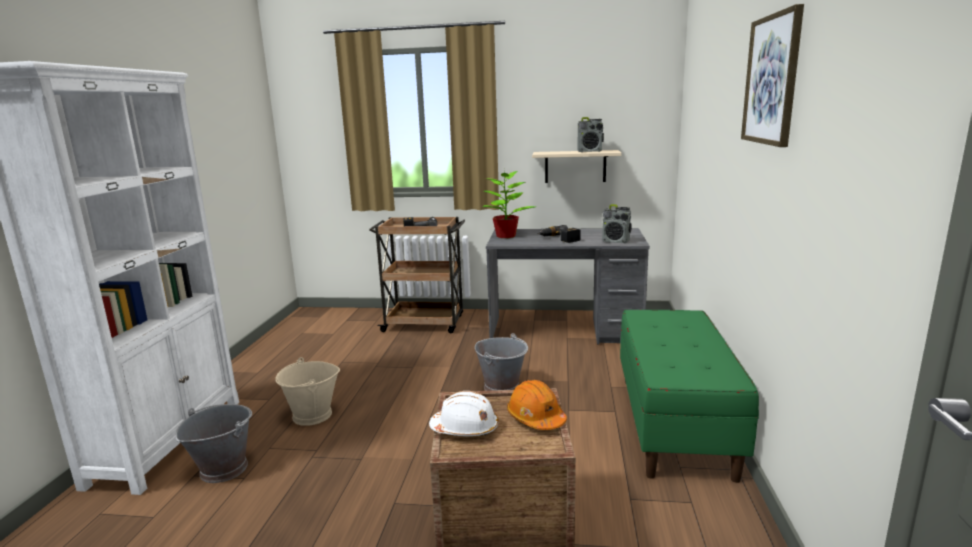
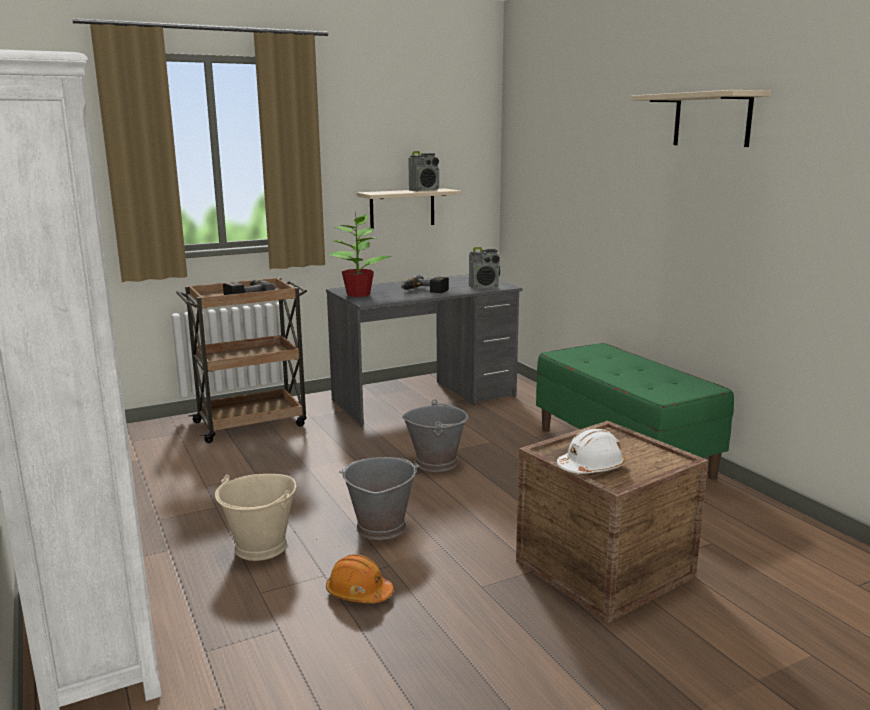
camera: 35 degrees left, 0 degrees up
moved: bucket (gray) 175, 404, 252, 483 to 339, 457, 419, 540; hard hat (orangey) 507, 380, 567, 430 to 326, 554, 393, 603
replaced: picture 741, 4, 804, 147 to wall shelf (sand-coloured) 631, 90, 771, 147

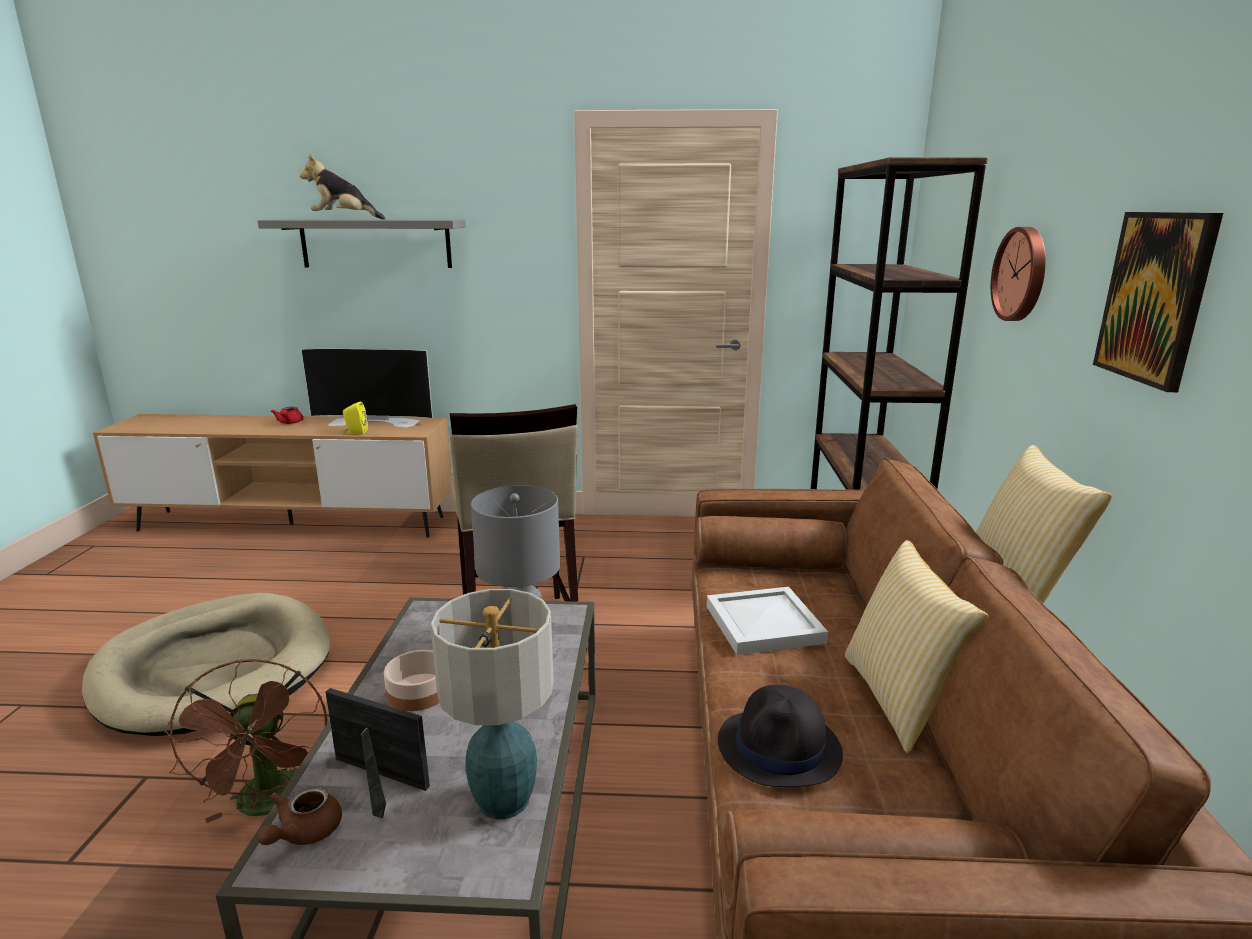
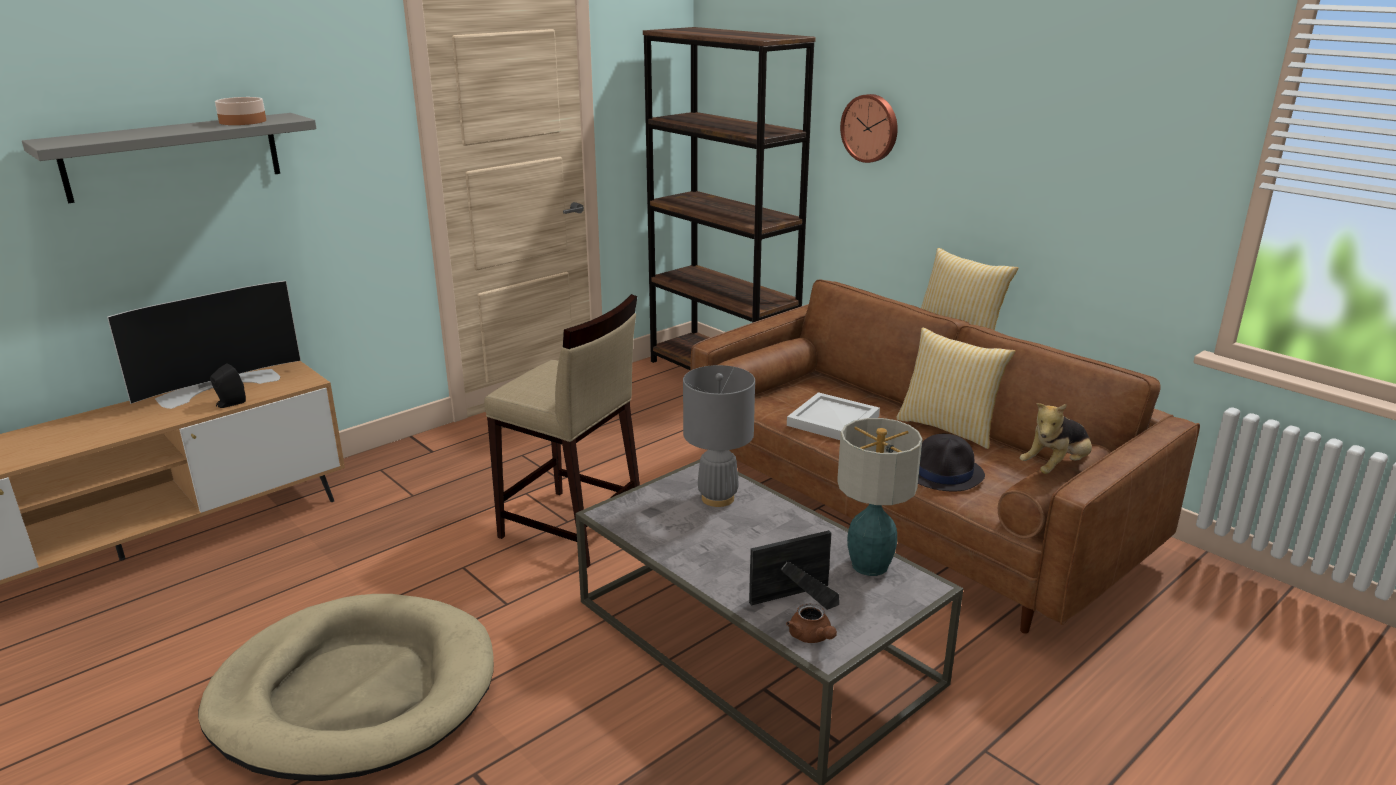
camera: 45 degrees left, 5 degrees up
removed: electric fan (brownish) 163, 659, 327, 823; tea pot (red-coloured) 271, 407, 303, 424; picture 1093, 212, 1223, 392
moved: cuddly toy 300, 154, 385, 219 to 1019, 403, 1092, 474; deep dish 384, 650, 440, 711 to 215, 97, 266, 125
recoloured: audio speaker (yellowish) 343, 401, 368, 434 to audio speaker (black-coloured) 210, 363, 246, 408

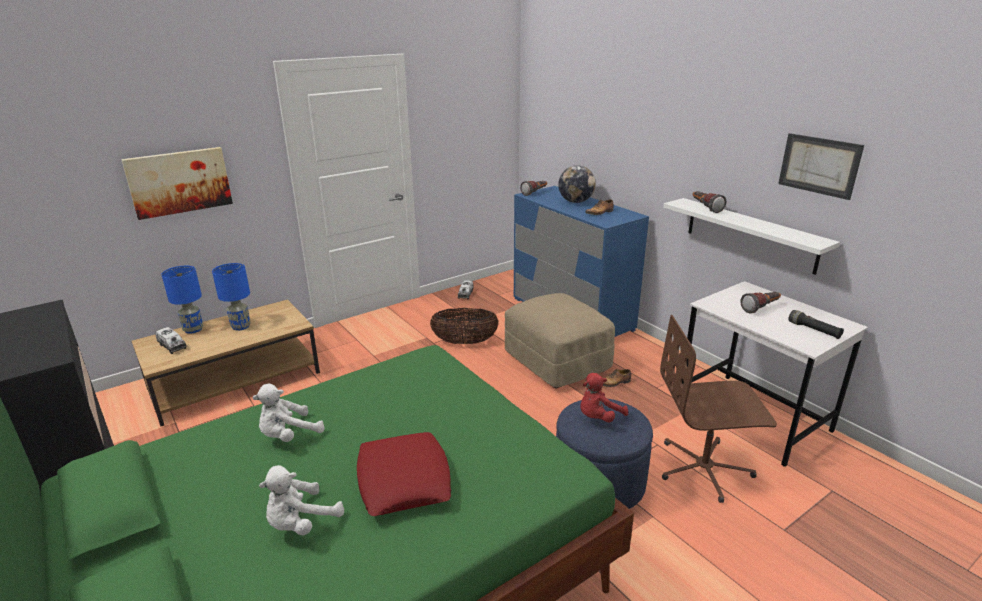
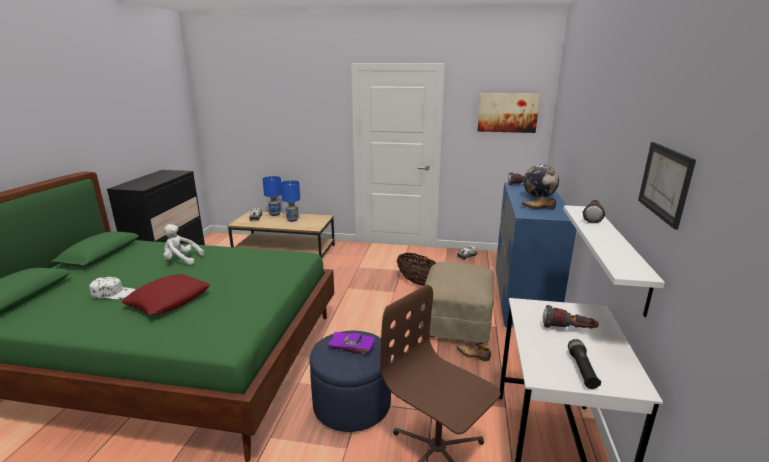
camera: 45 degrees right, 5 degrees down
moved: picture 121, 147, 233, 220 to 478, 93, 540, 133
replaced: cuddly toy (white-coloured) 259, 465, 344, 535 to baseball cap (white-coloured) 89, 277, 136, 299; cuddly toy (red-coloured) 580, 373, 628, 422 to toy car (purple-coloured) 328, 332, 375, 355

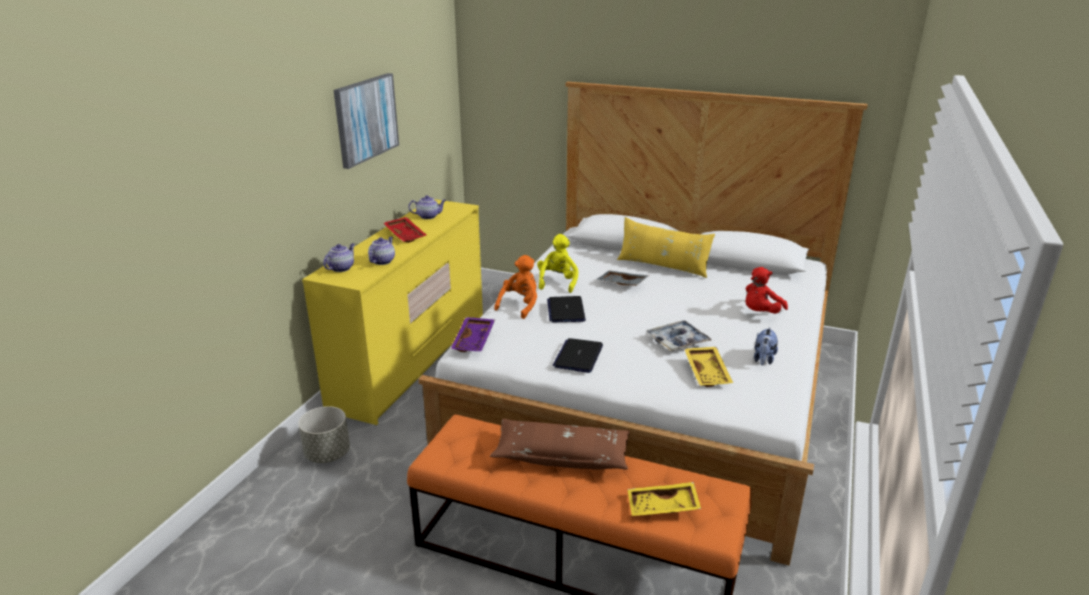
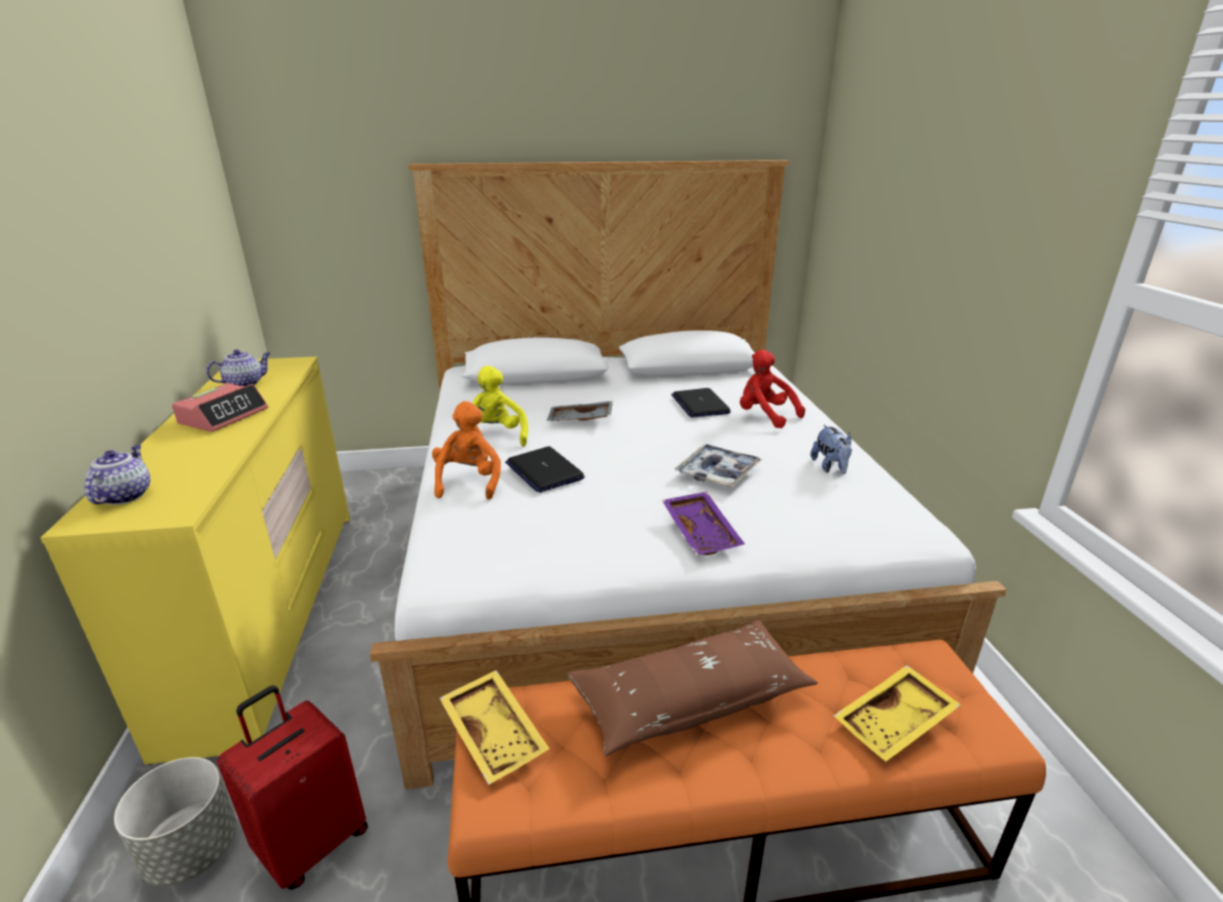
camera: 30 degrees left, 0 degrees up
removed: picture 334, 73, 399, 169; tea pot 368, 237, 395, 265; throw pillow (yellowish) 617, 217, 715, 278
added: travel case (red-coloured) 217, 685, 368, 890
moved: tray (purple-coloured) 450, 317, 495, 352 to 662, 492, 745, 555; portable computer 553, 338, 603, 373 to 671, 388, 731, 418; tray (yellowish) 684, 347, 733, 387 to 439, 670, 550, 785
replaced: tray (red-coloured) 384, 217, 426, 243 to bedside clock 172, 383, 268, 432
turned: cuddly toy (red-coloured) 745, 267, 788, 314 = 740, 350, 805, 429 120 degrees clockwise

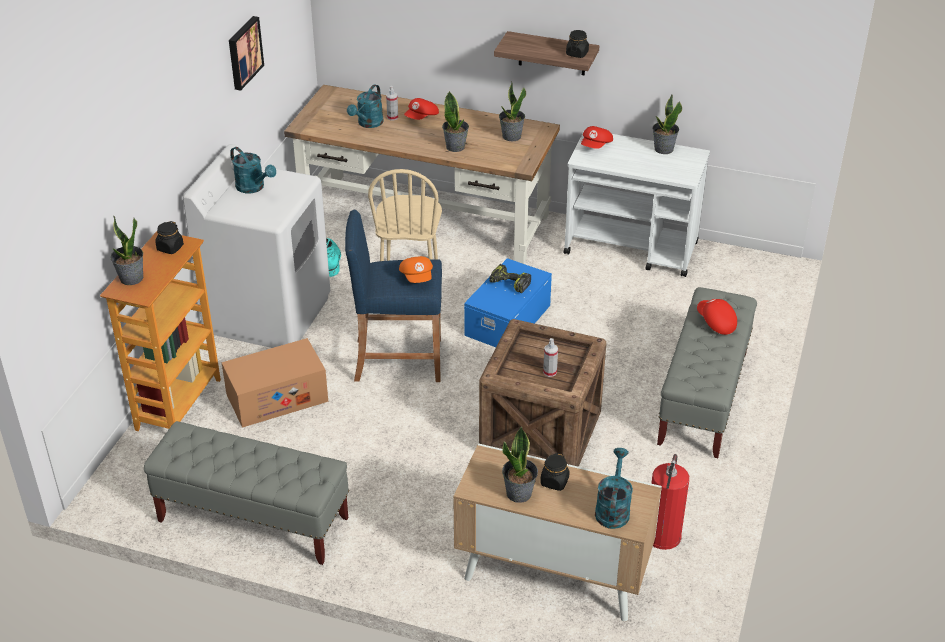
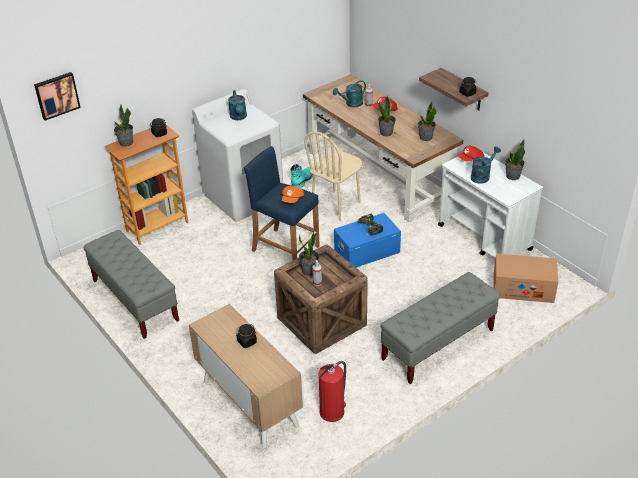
camera: 35 degrees right, 0 degrees up
removed: baseball cap (red-coloured) 697, 299, 737, 335
moved: packing box 221, 338, 328, 428 to 493, 254, 558, 303; picture 229, 16, 264, 90 to 34, 72, 81, 121; potted plant 502, 426, 538, 503 to 299, 231, 319, 276; watering can (blue-green) 595, 448, 633, 529 to 471, 146, 501, 184

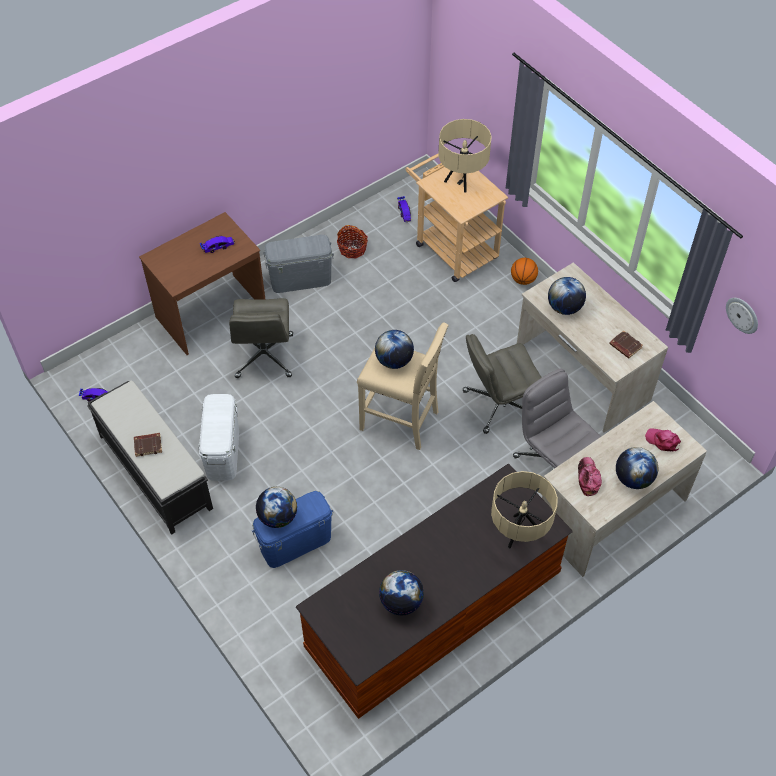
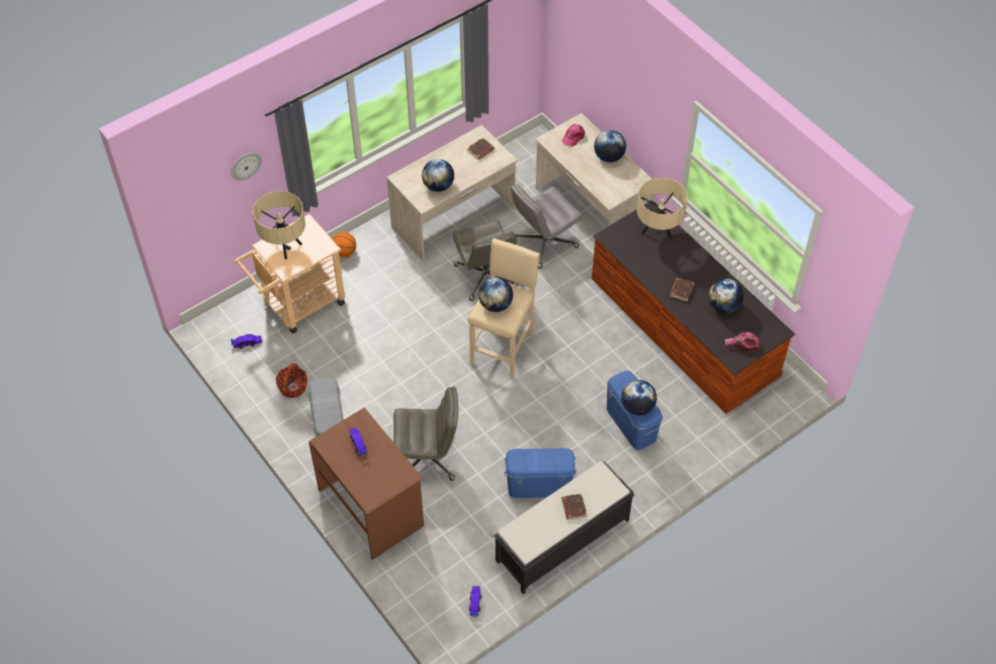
camera: 90 degrees left, 0 degrees up
added: bound book (brownish) 670, 278, 694, 301
moved: baseball cap 578, 457, 602, 496 to 725, 332, 760, 351; clock on the wall 726, 298, 758, 334 to 231, 152, 262, 180
recoloured: storage bin (white-coloured) 198, 394, 239, 481 to storage bin (bluish) 504, 448, 576, 498

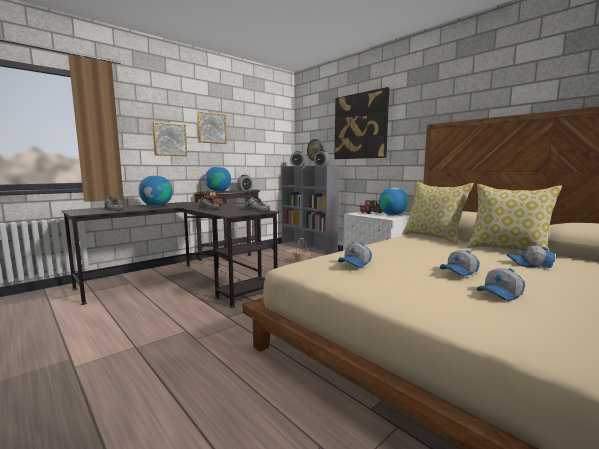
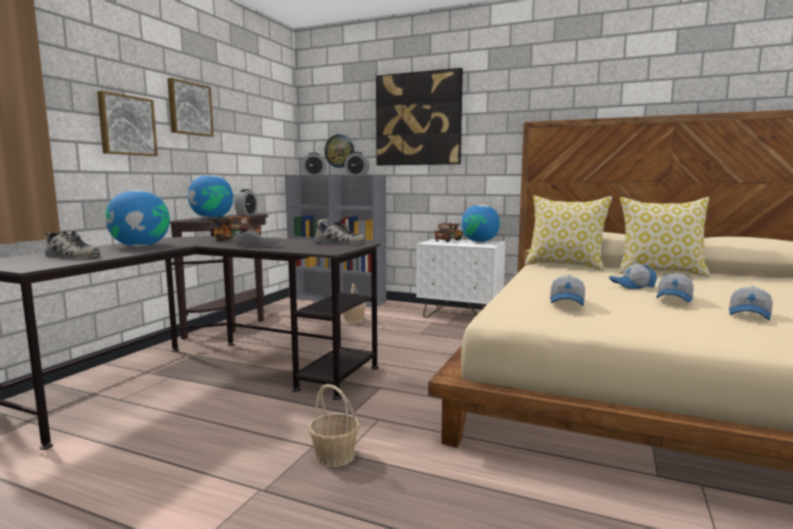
camera: 25 degrees left, 0 degrees up
added: basket 308, 384, 360, 467
moved: baseball cap 507, 245, 555, 268 to 609, 264, 657, 289

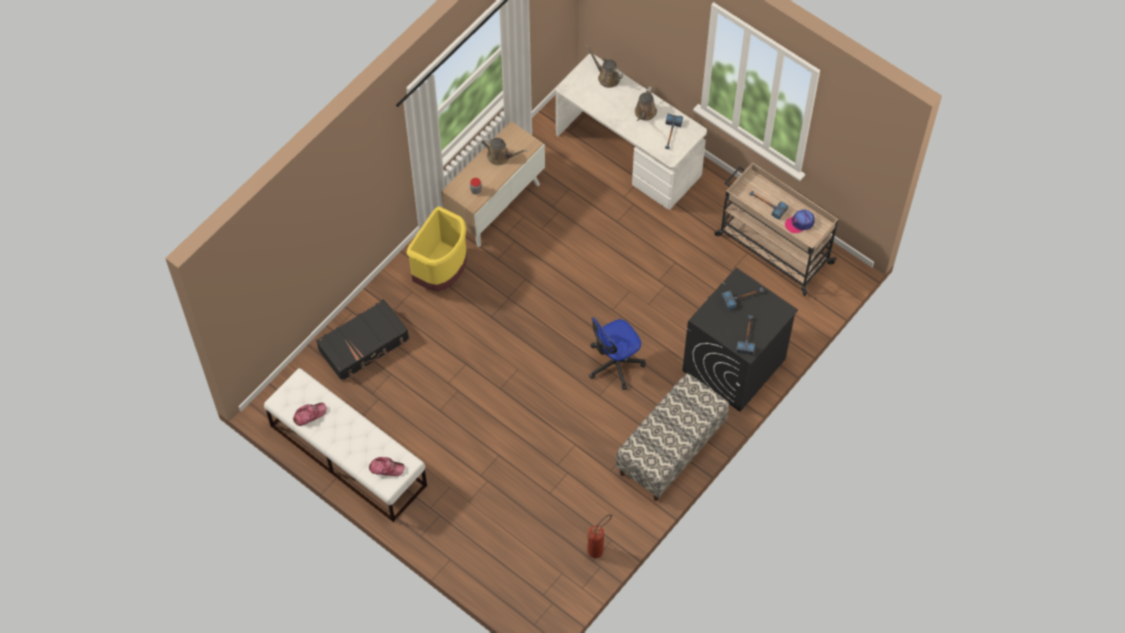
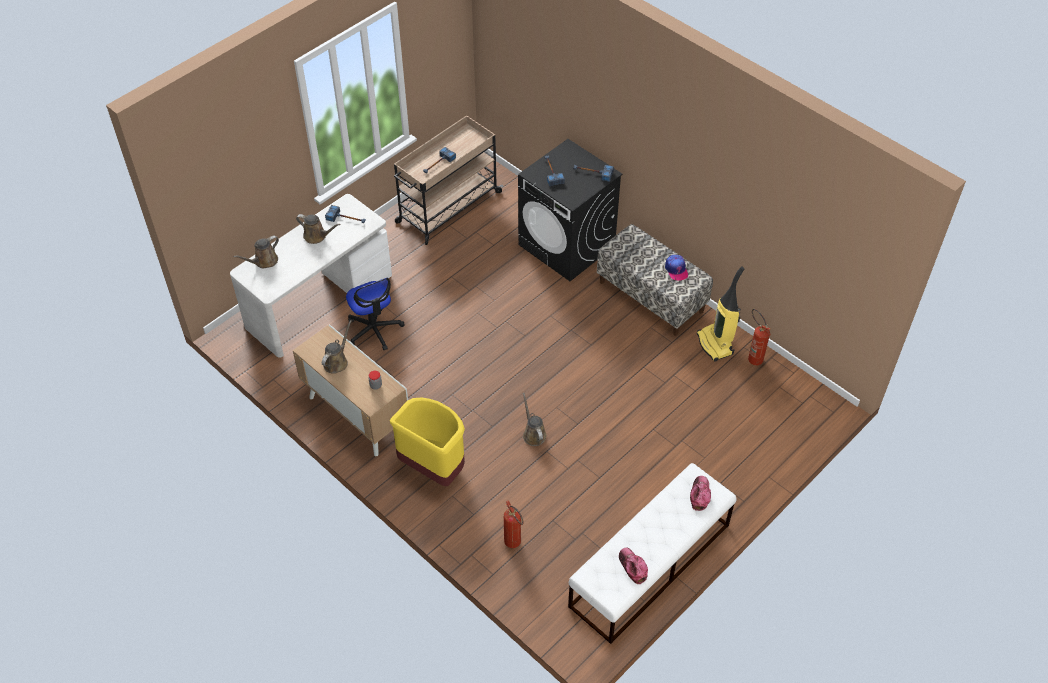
camera: 85 degrees left, 10 degrees down
added: watering can (brownish) 523, 393, 546, 446; hoover 697, 266, 745, 361
moved: desk chair 589, 317, 646, 390 to 346, 278, 404, 350; baseball cap 785, 209, 815, 233 to 665, 255, 688, 281
replaced: travel case (black-coloured) 316, 299, 409, 381 to fire extinguisher 504, 500, 523, 548

